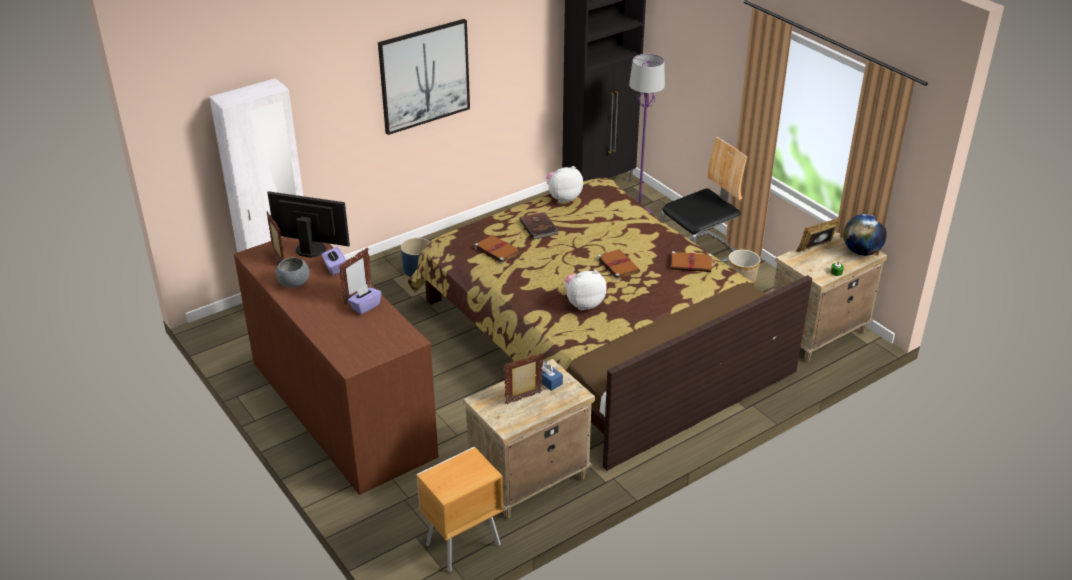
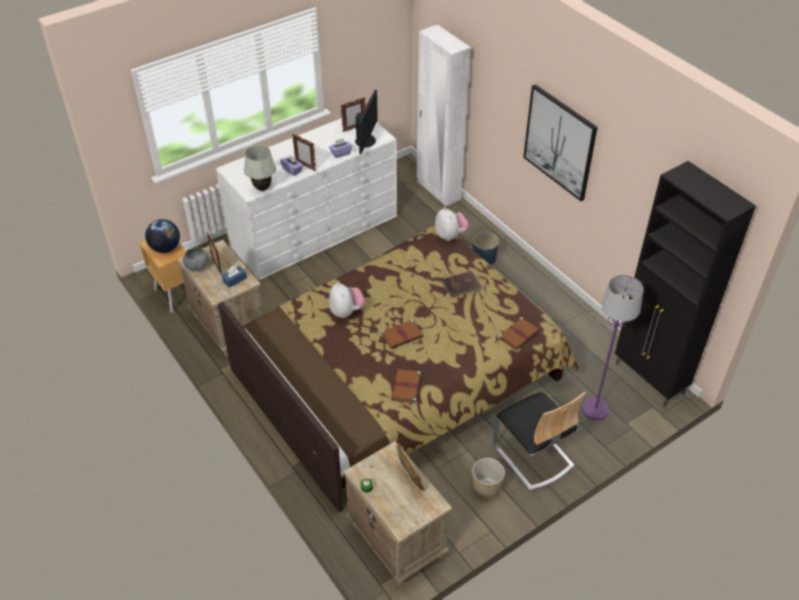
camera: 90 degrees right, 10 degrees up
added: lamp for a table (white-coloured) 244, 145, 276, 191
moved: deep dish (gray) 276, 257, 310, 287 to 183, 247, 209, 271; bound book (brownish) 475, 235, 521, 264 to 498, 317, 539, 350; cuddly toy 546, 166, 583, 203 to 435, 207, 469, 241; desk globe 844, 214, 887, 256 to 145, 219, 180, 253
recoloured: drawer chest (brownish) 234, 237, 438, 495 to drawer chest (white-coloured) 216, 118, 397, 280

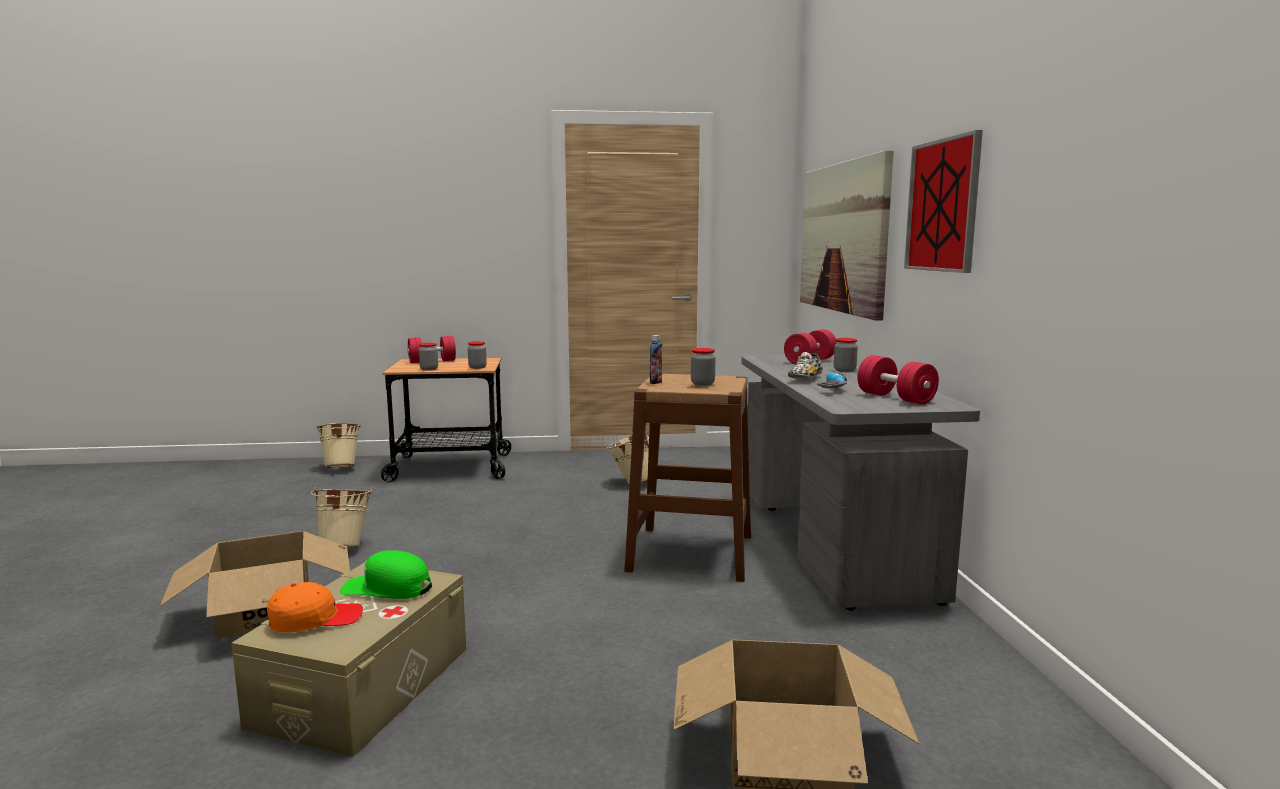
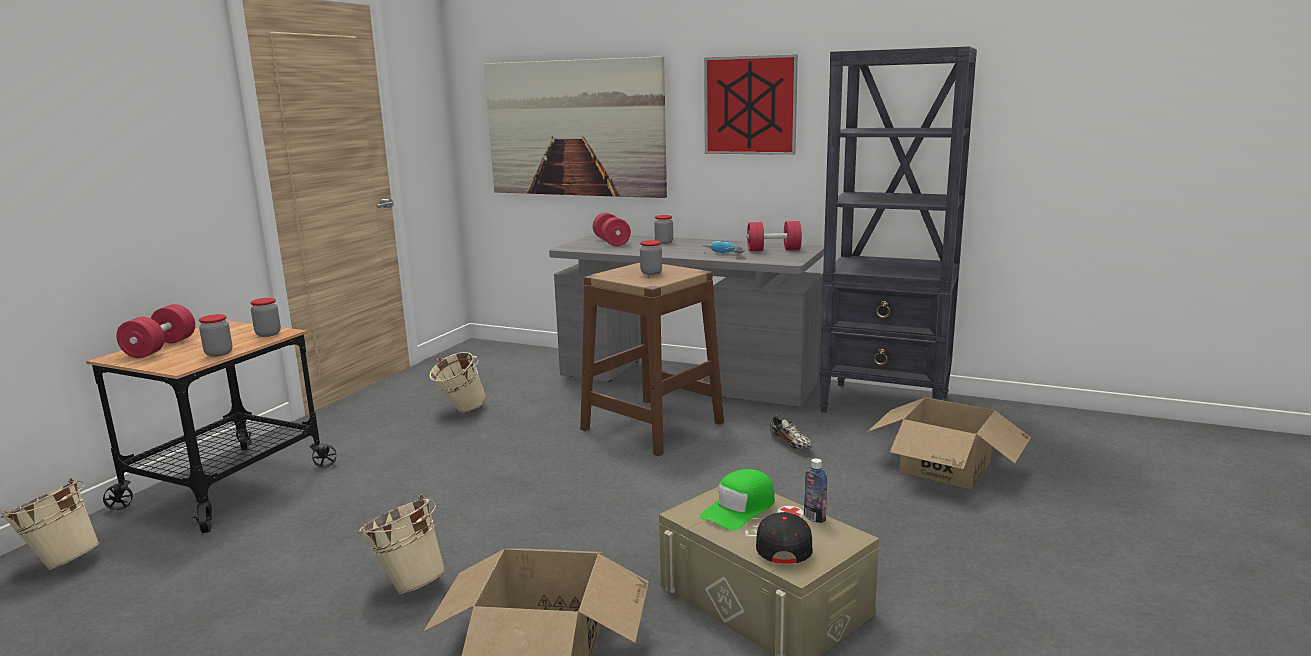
camera: 60 degrees left, 5 degrees up
added: bookcase (black-coloured) 819, 46, 977, 413
moved: drink bottle 650, 335, 662, 384 to 804, 458, 827, 523; item of footwear 788, 352, 823, 379 to 770, 416, 812, 450
recoloured: baseball cap (orangey) 267, 582, 363, 633 to baseball cap (black-coloured) 756, 512, 813, 564

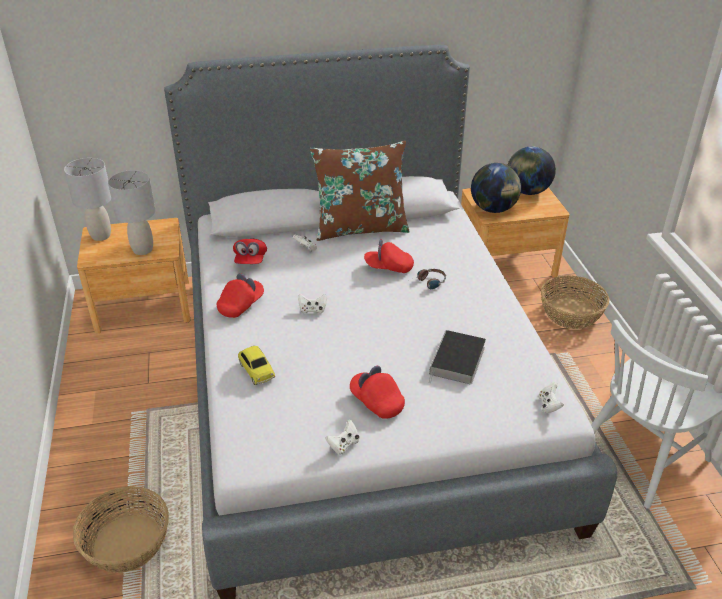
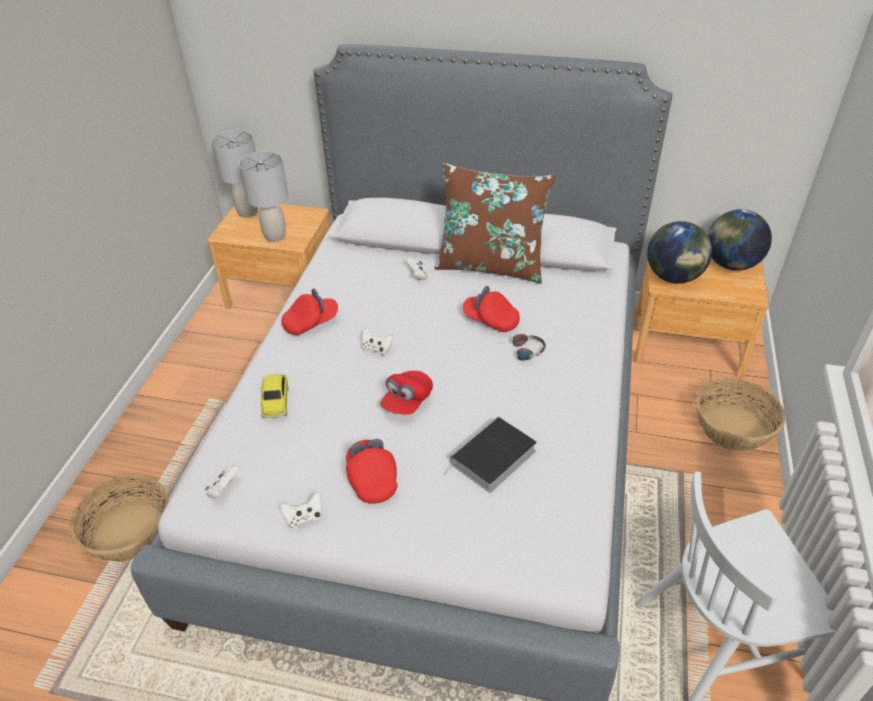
camera: 25 degrees right, 5 degrees up
moved: baseball cap (red-coloured) 233, 239, 267, 264 to 380, 371, 433, 415; gamepad (white-coloured) 539, 382, 564, 413 to 205, 465, 240, 499

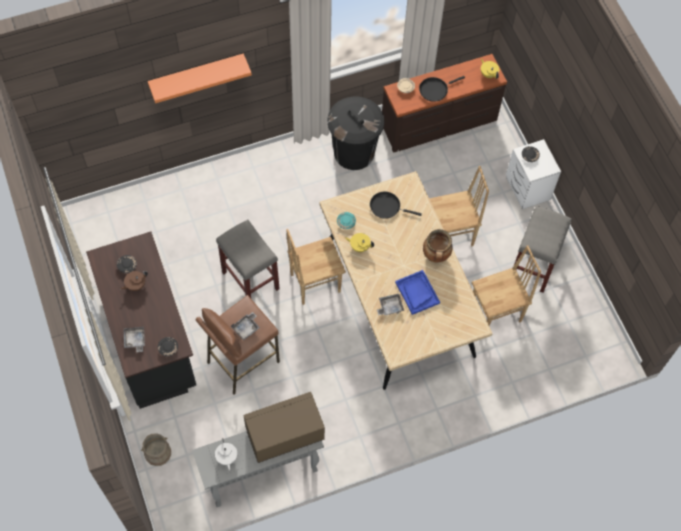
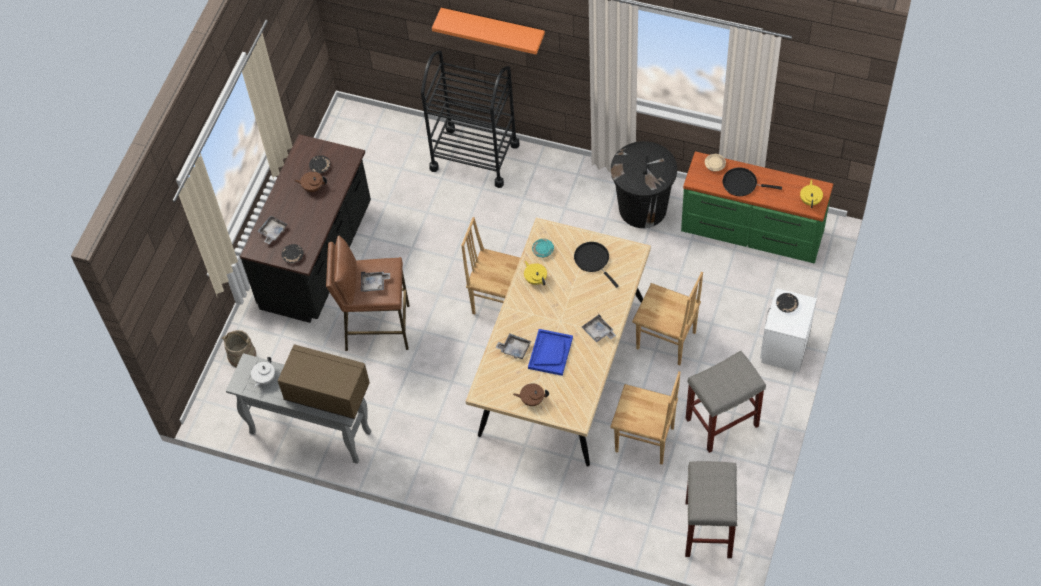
camera: 45 degrees right, 5 degrees down
added: trolley (black-coloured) 421, 50, 519, 188; tea pot (brownish) 513, 383, 549, 406
moved: stool (gray) 216, 220, 280, 298 to 685, 461, 737, 558
replaced: cooking pot 423, 229, 453, 262 to tray (gray) 582, 314, 616, 342
recoloured: drawer chest (brownish) 382, 54, 507, 153 to drawer chest (green-coloured) 681, 151, 833, 264

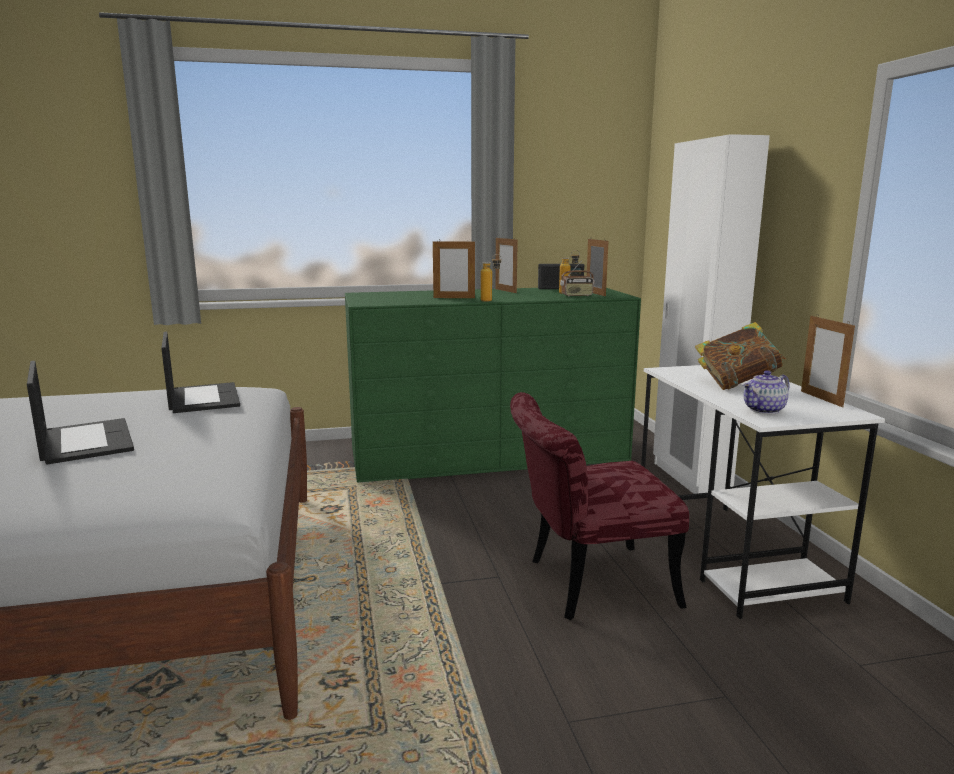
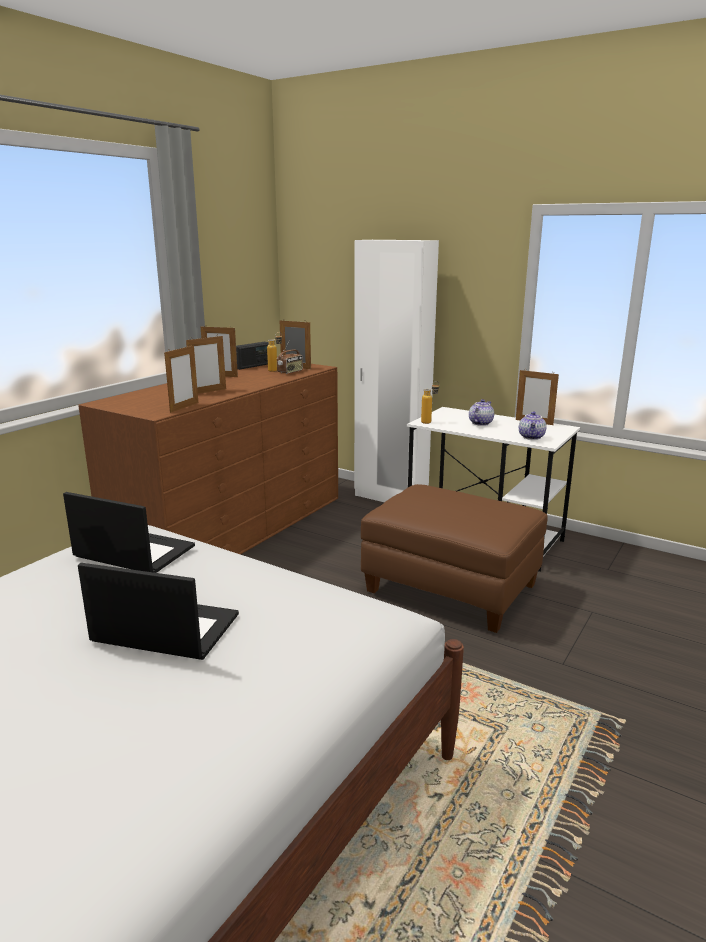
camera: 45 degrees left, 5 degrees up
added: standing frame 164, 344, 198, 413
moved: drink bottle 481, 254, 502, 301 to 421, 381, 439, 424
replaced: upright chair (red-coloured) 510, 392, 689, 620 to ottoman (brownish) 361, 484, 548, 633; bound book 695, 322, 786, 390 to tea pot 469, 399, 494, 426
recoloured: drawer chest (green-coloured) 345, 288, 641, 483 to drawer chest (brownish) 78, 364, 338, 555

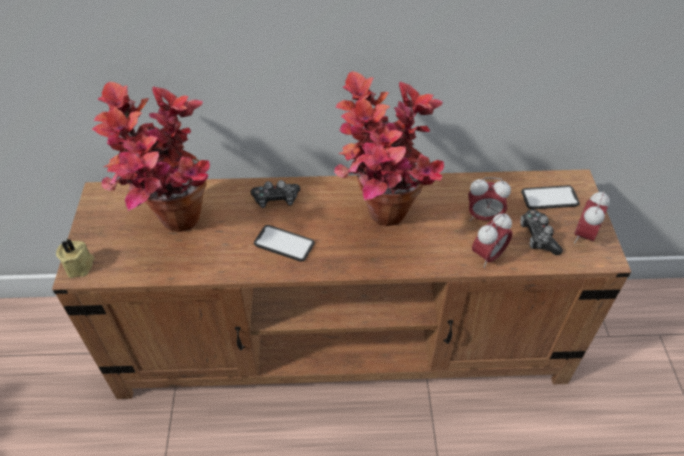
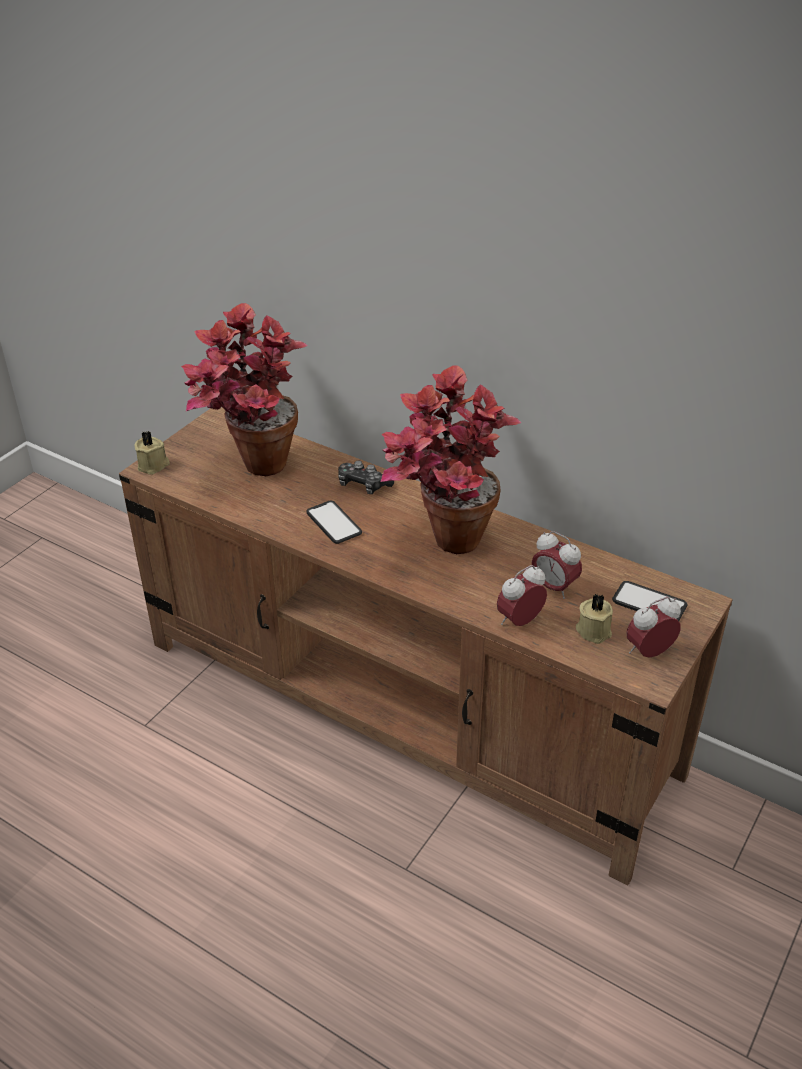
camera: 35 degrees right, 10 degrees down
replaced: gamepad 521, 210, 563, 255 to candle (sand-coloured) 576, 594, 613, 644
turned: bedside clock 472, 213, 513, 268 = 497, 565, 547, 626 150 degrees clockwise

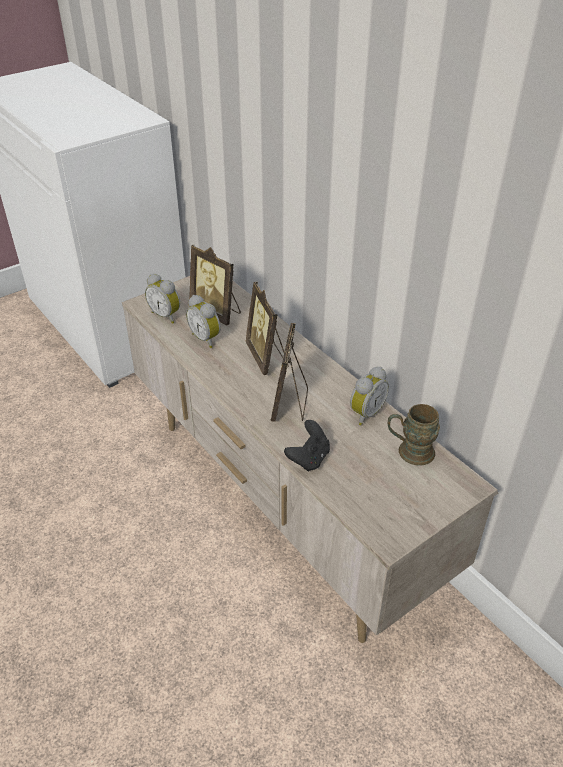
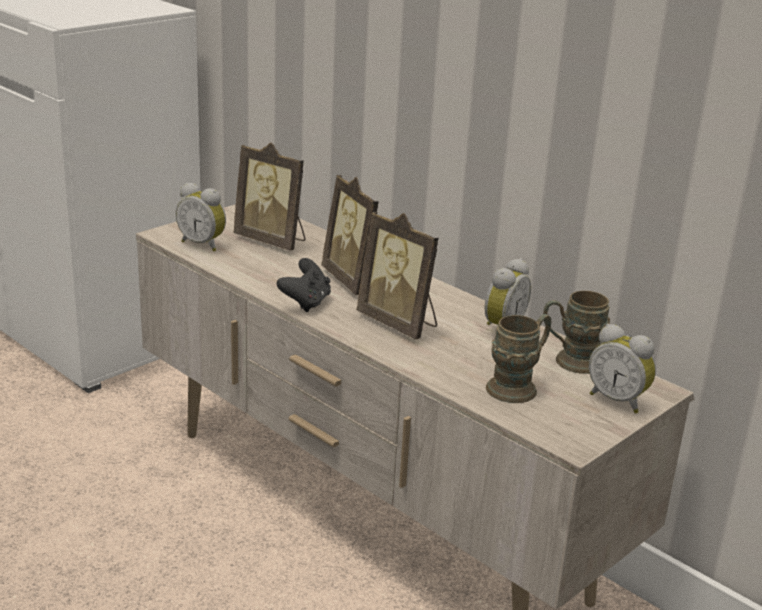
camera: 10 degrees left, 15 degrees down
added: coffee mug (brownish) 486, 314, 551, 403
moved: bedside clock 186, 295, 221, 348 to 589, 324, 656, 413; gamepad (black-coloured) 284, 420, 330, 472 to 277, 258, 331, 312
turned: standing frame 271, 323, 308, 422 = 356, 212, 439, 340 45 degrees counterclockwise

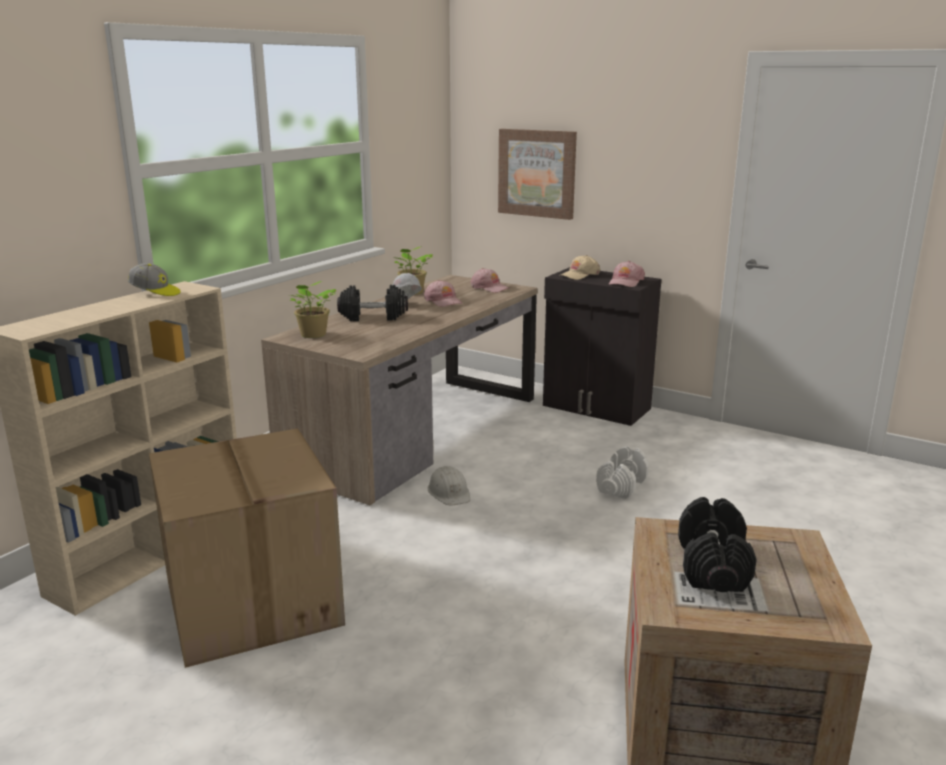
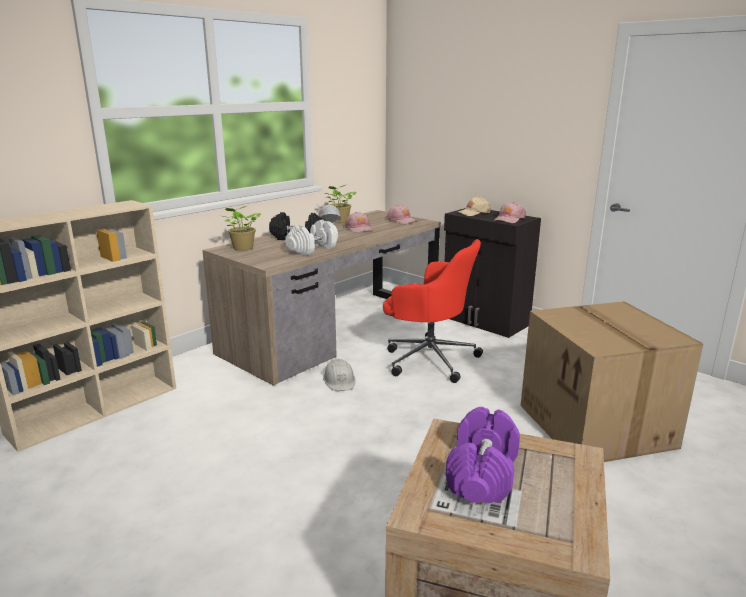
camera: 10 degrees right, 0 degrees up
removed: baseball cap 128, 263, 181, 296; picture 498, 129, 577, 220
added: desk chair (red-coloured) 383, 239, 483, 383
moved: packing box 149, 428, 345, 668 to 521, 301, 703, 462; hand weight (white-coloured) 596, 446, 649, 499 to 286, 220, 338, 255
recoloured: hand weight (black-coloured) 678, 497, 757, 592 to hand weight (purple-coloured) 446, 407, 520, 503

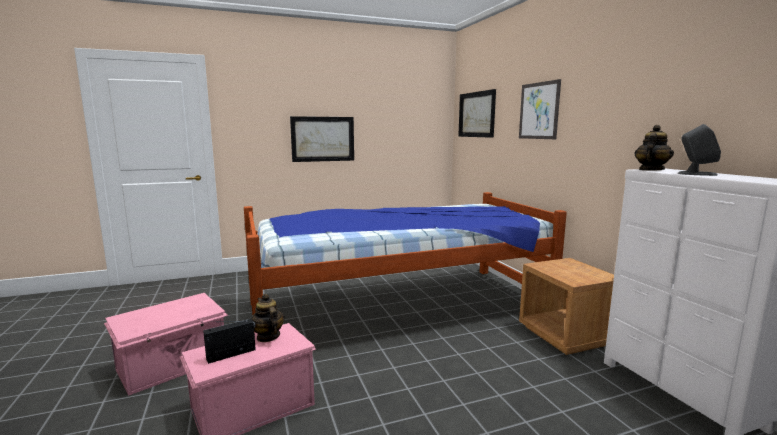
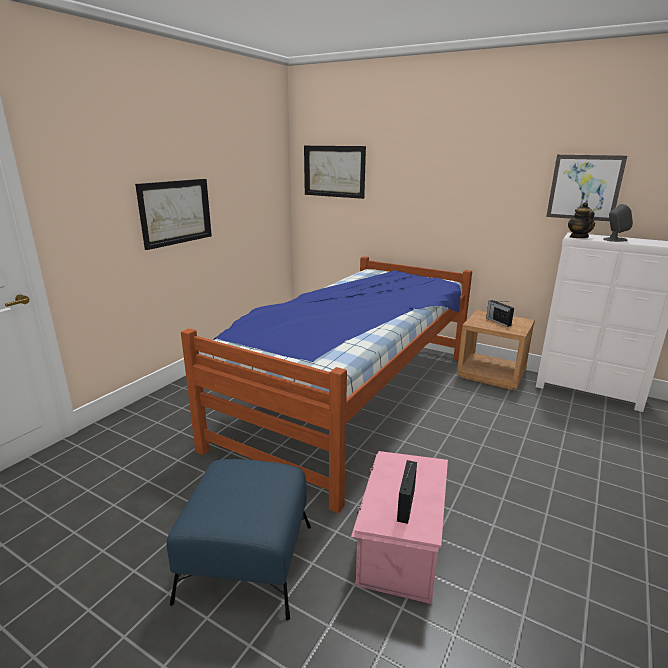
camera: 40 degrees left, 10 degrees up
removed: tea pot 251, 294, 284, 342
added: radio receiver 486, 300, 514, 327
moved: picture 519, 79, 561, 139 to 546, 155, 627, 221
replaced: storage bin (pink) 104, 293, 228, 396 to ottoman (bluish) 166, 459, 311, 621

